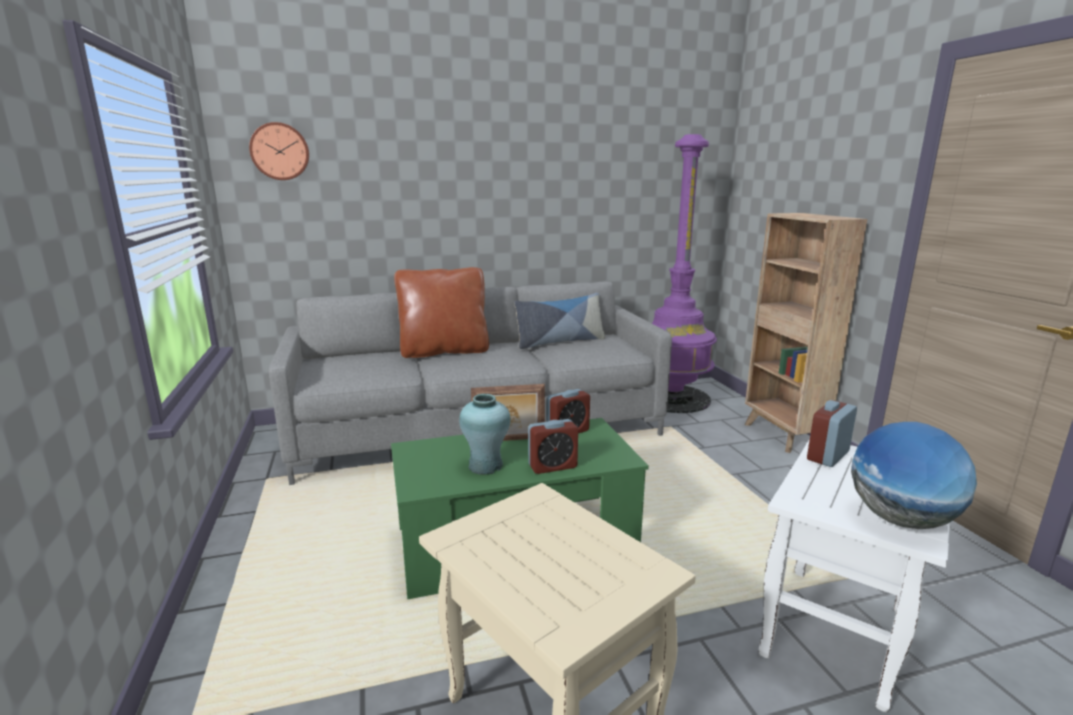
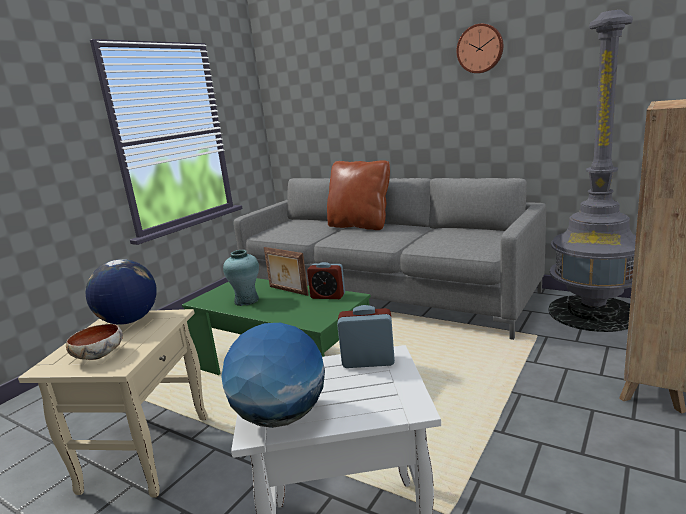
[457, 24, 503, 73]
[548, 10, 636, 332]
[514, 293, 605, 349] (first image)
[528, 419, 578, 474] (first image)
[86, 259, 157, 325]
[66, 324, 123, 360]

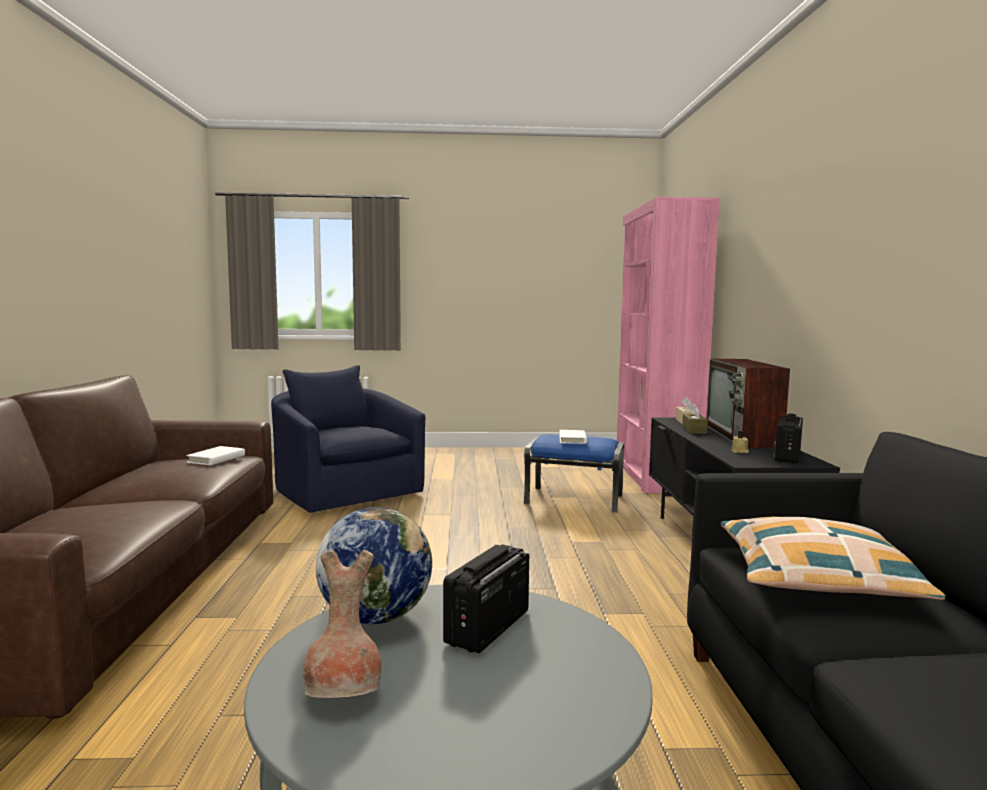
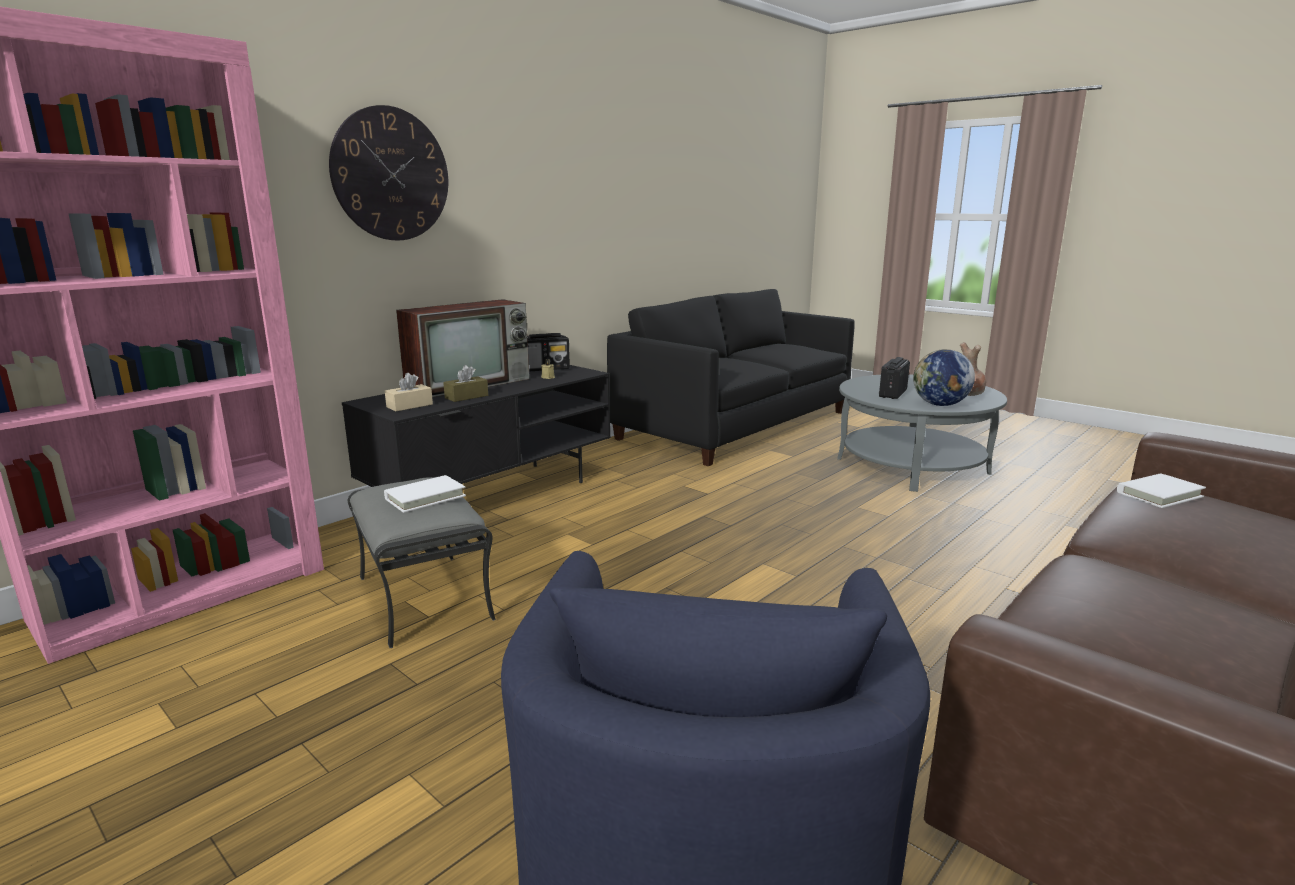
[348, 477, 496, 648]
[1117, 474, 1206, 508]
[720, 517, 946, 600] (first image)
[879, 357, 910, 399]
[329, 105, 448, 240]

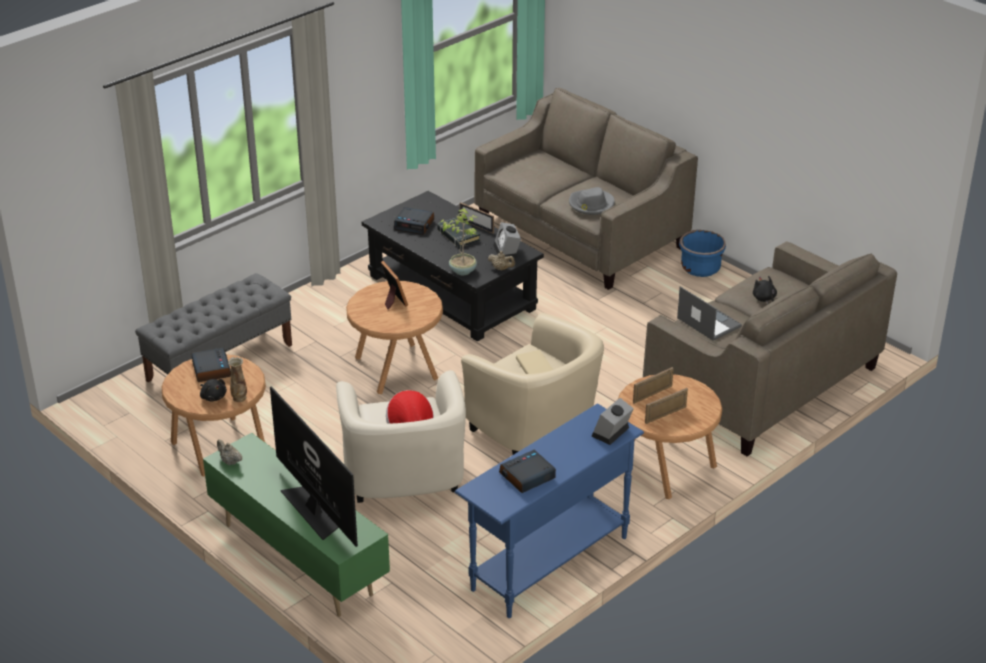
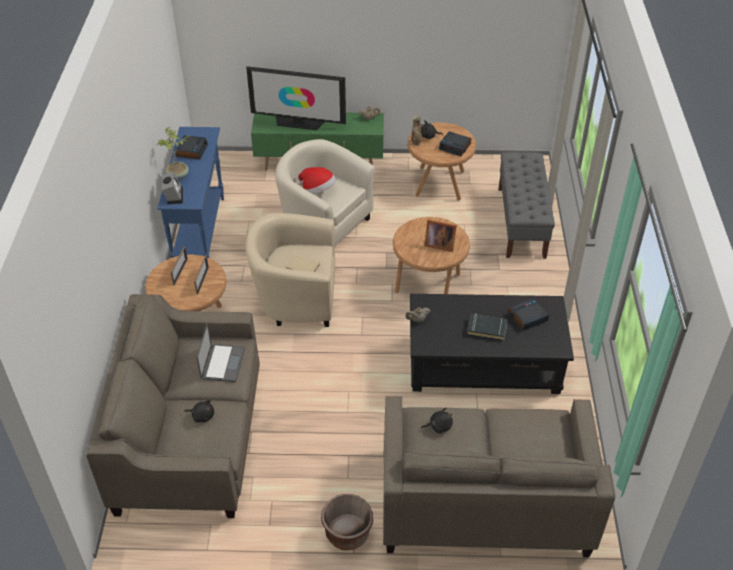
[421, 408, 453, 434]
[460, 202, 494, 233] (first image)
[157, 127, 191, 180]
[493, 222, 521, 258] (first image)
[321, 494, 373, 551]
[196, 323, 245, 383]

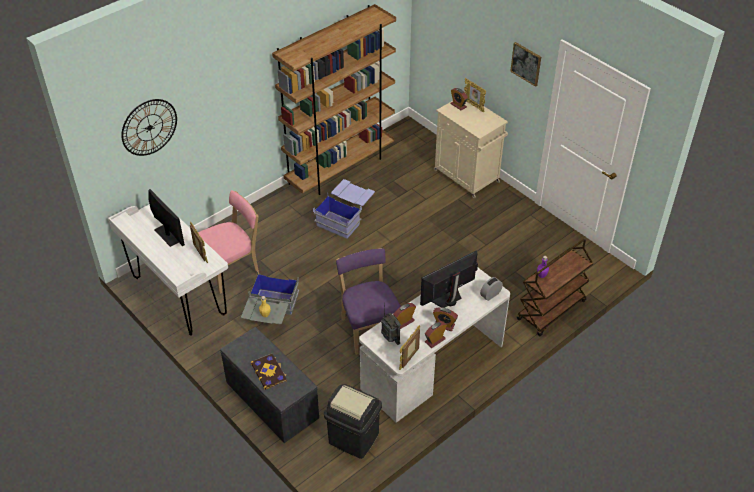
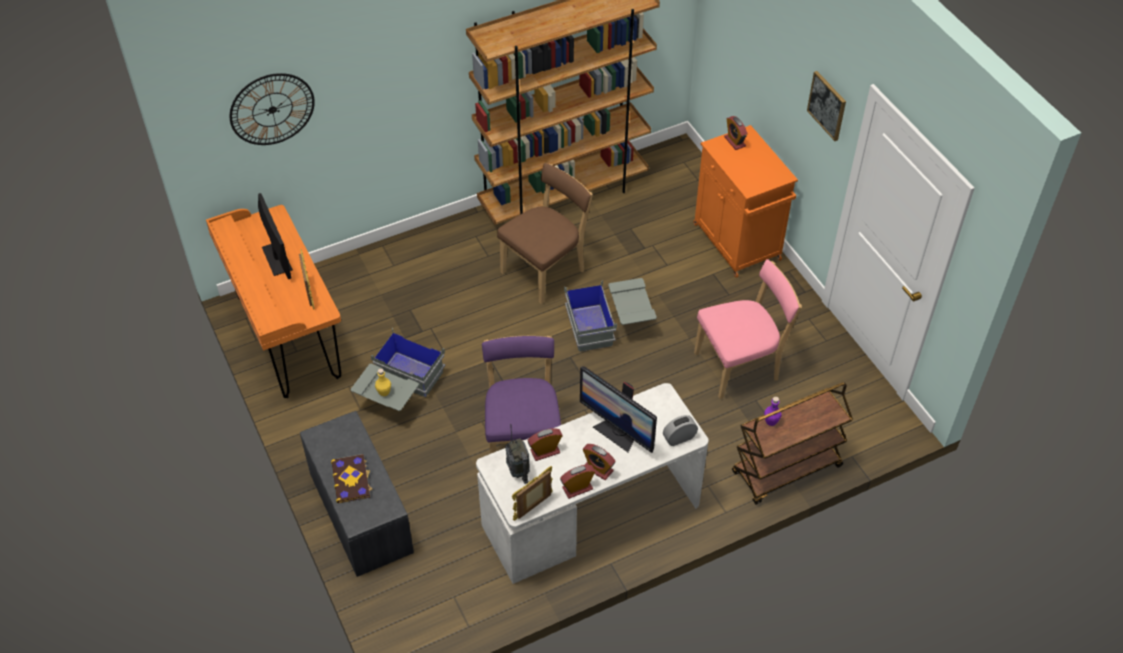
[464, 78, 486, 112] (first image)
[693, 125, 798, 278]
[497, 163, 593, 304]
[694, 259, 802, 399]
[206, 205, 341, 398]
[580, 366, 657, 453]
[324, 384, 382, 459] (first image)
[564, 278, 657, 352]

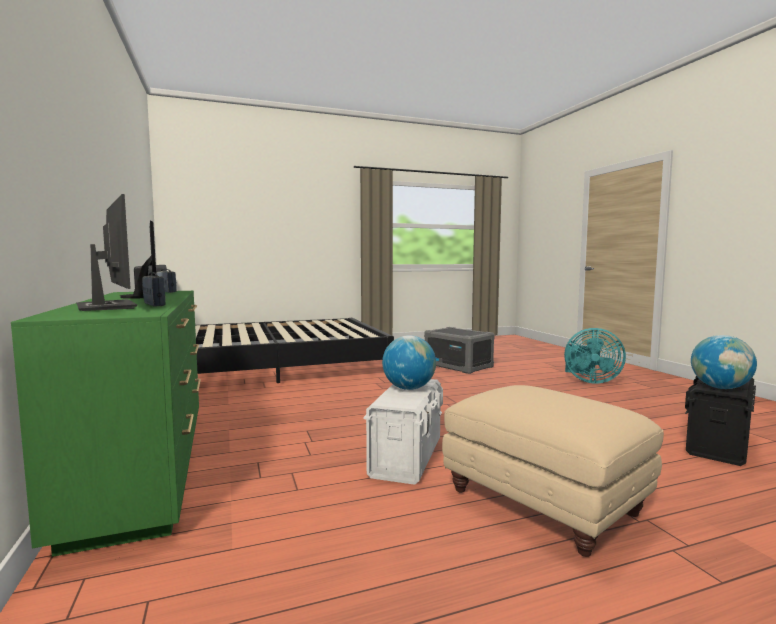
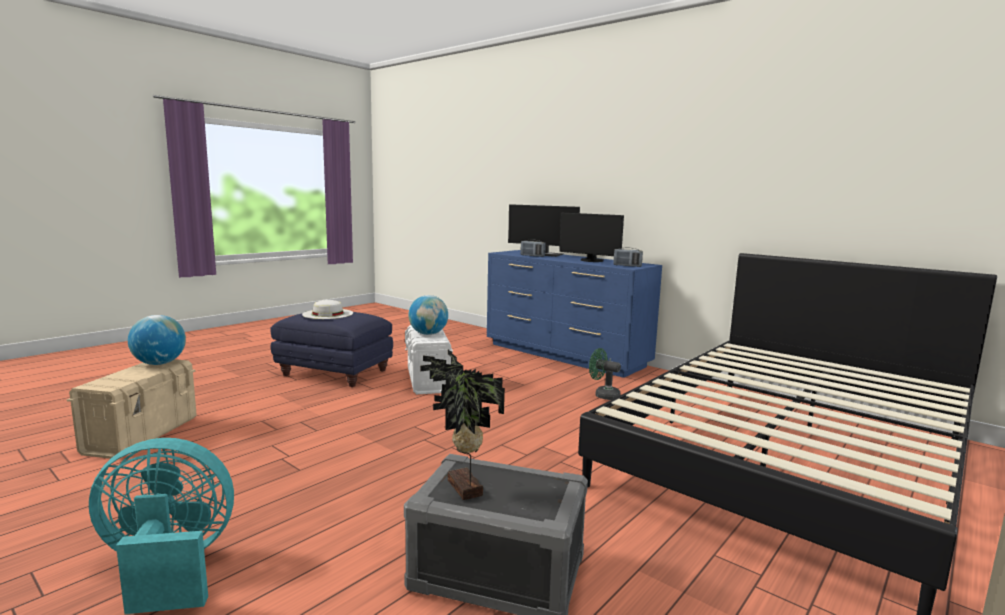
[487, 250, 662, 378]
[67, 359, 196, 459]
[270, 312, 393, 387]
[302, 300, 353, 319]
[589, 348, 621, 400]
[420, 350, 505, 500]

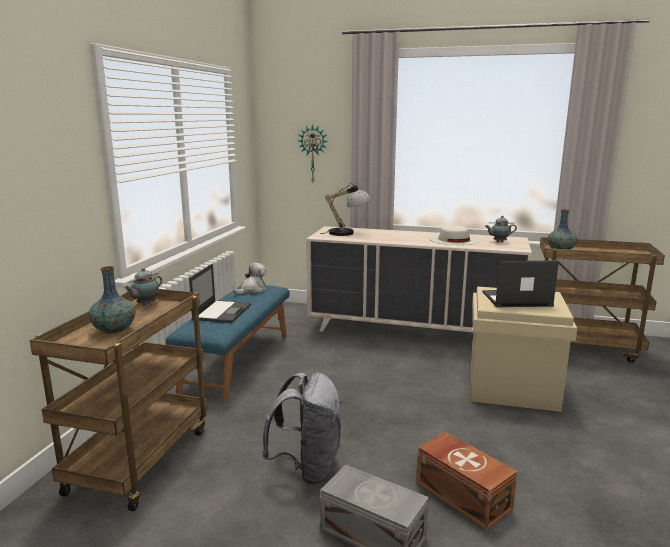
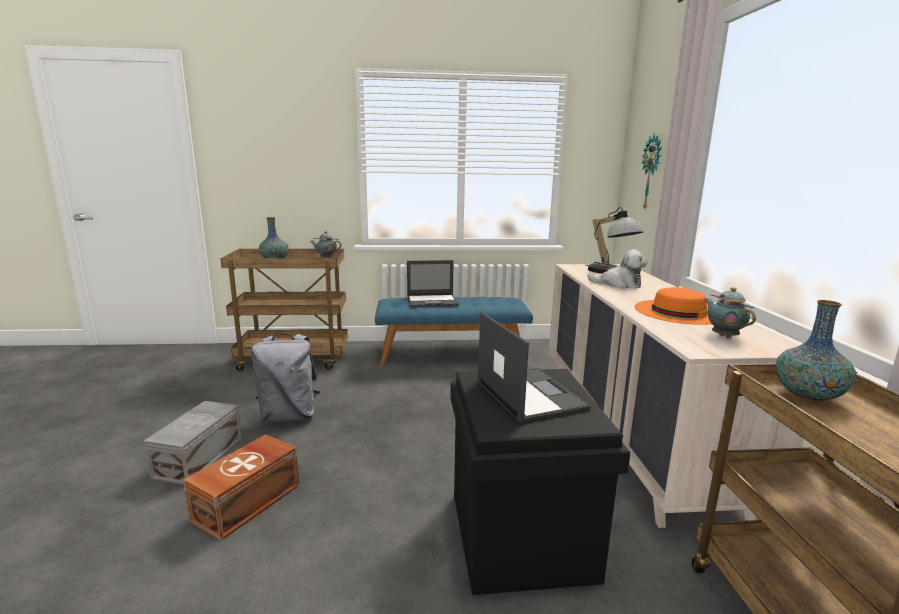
[635, 287, 712, 325]
[588, 249, 648, 289]
[450, 369, 631, 595]

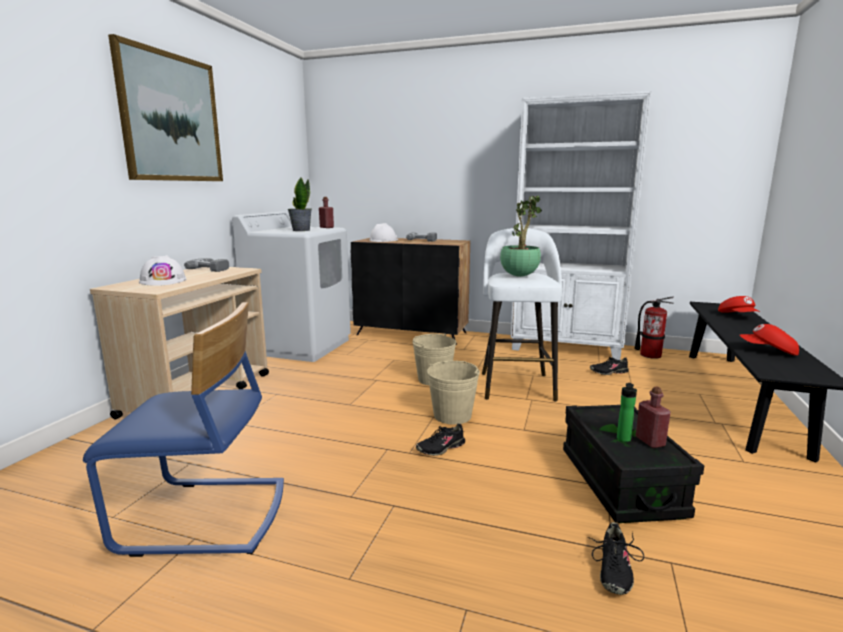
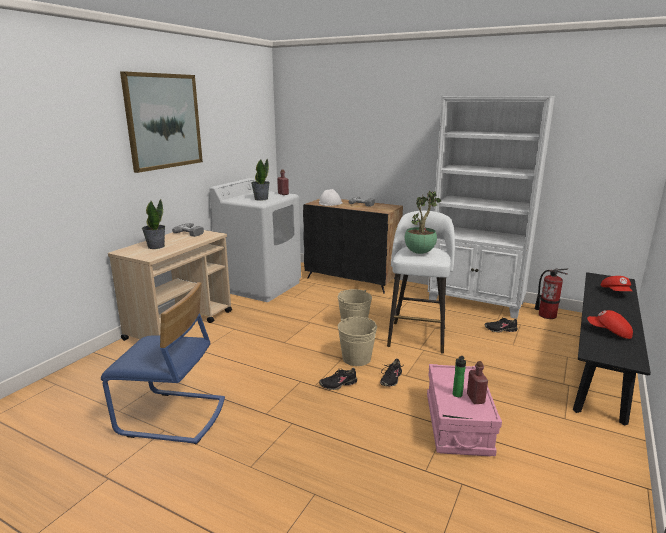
[142, 199, 165, 249]
[427, 364, 502, 456]
[380, 358, 402, 387]

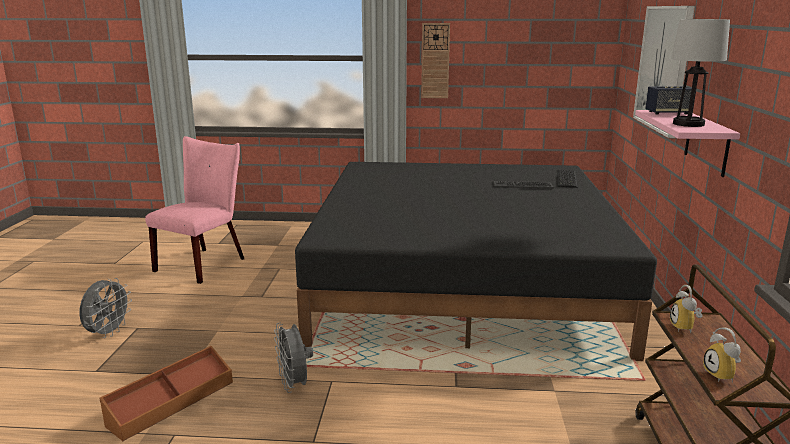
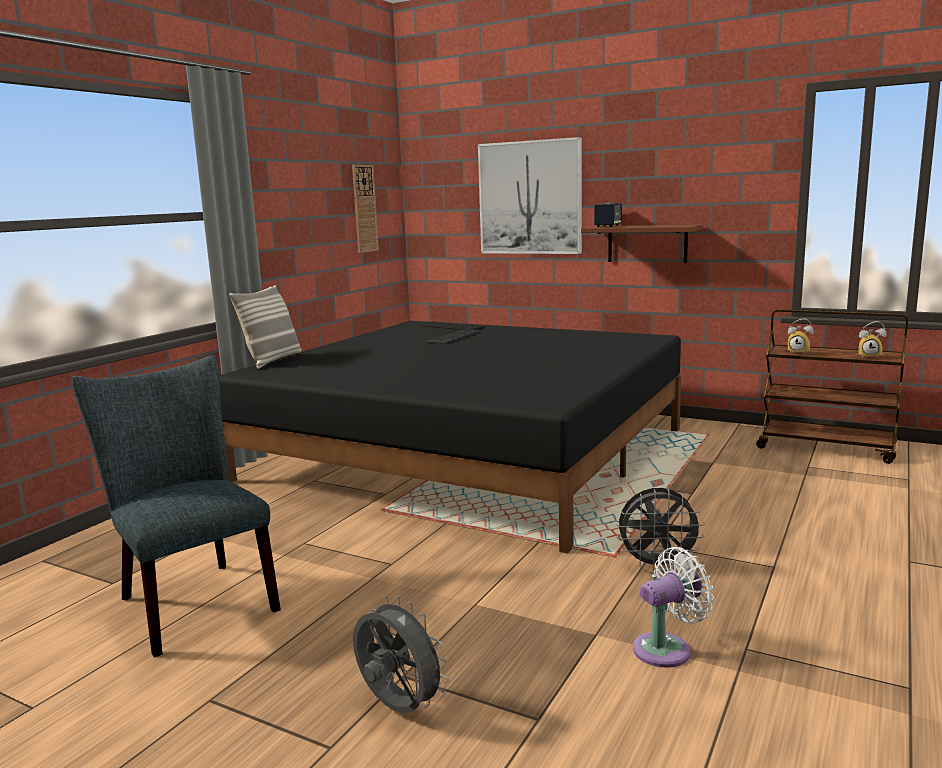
[671, 19, 730, 127] (first image)
[352, 165, 379, 253]
[581, 225, 703, 263]
[71, 355, 281, 658]
[633, 547, 714, 668]
[229, 285, 302, 369]

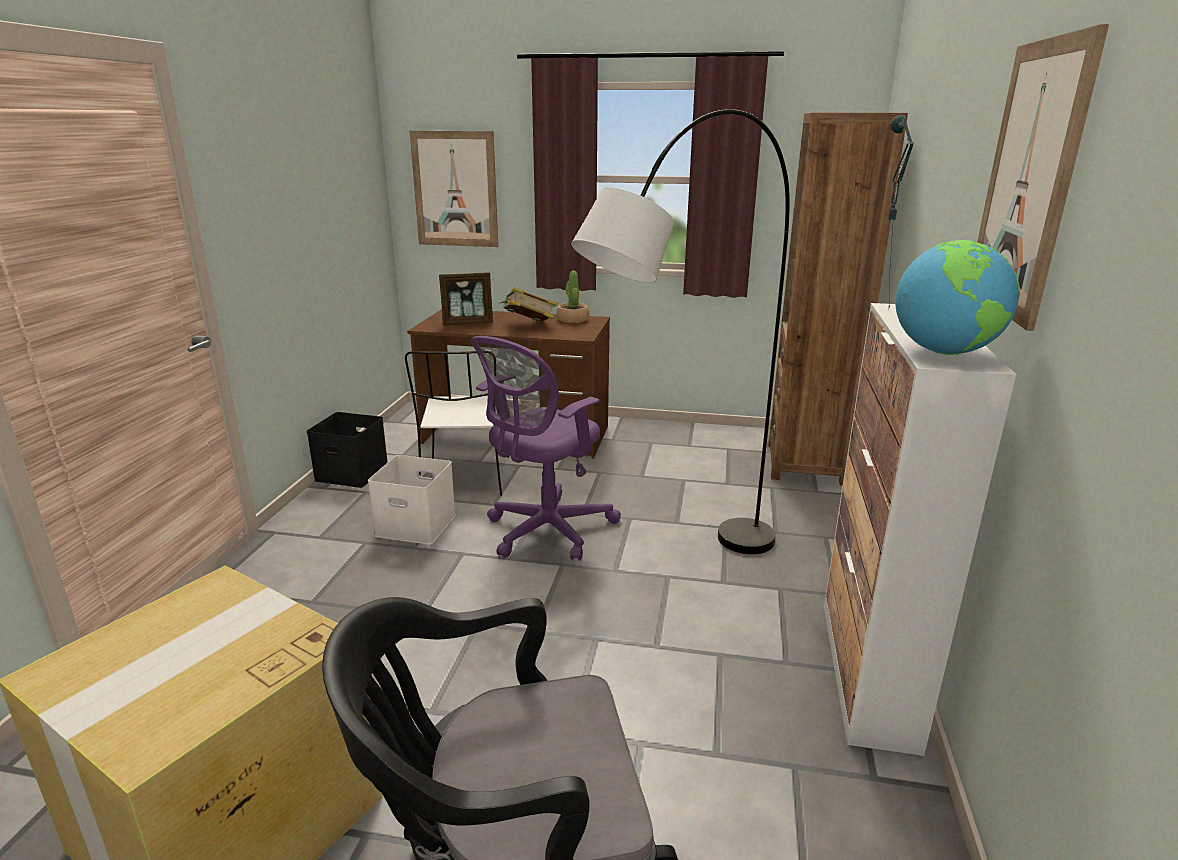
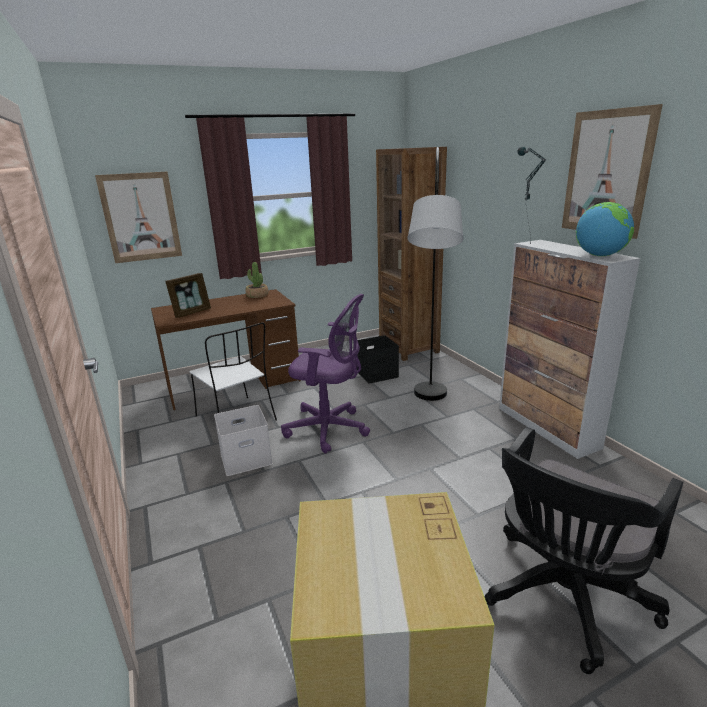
[500, 287, 558, 322] (first image)
[281, 294, 370, 454]
[357, 335, 399, 384]

